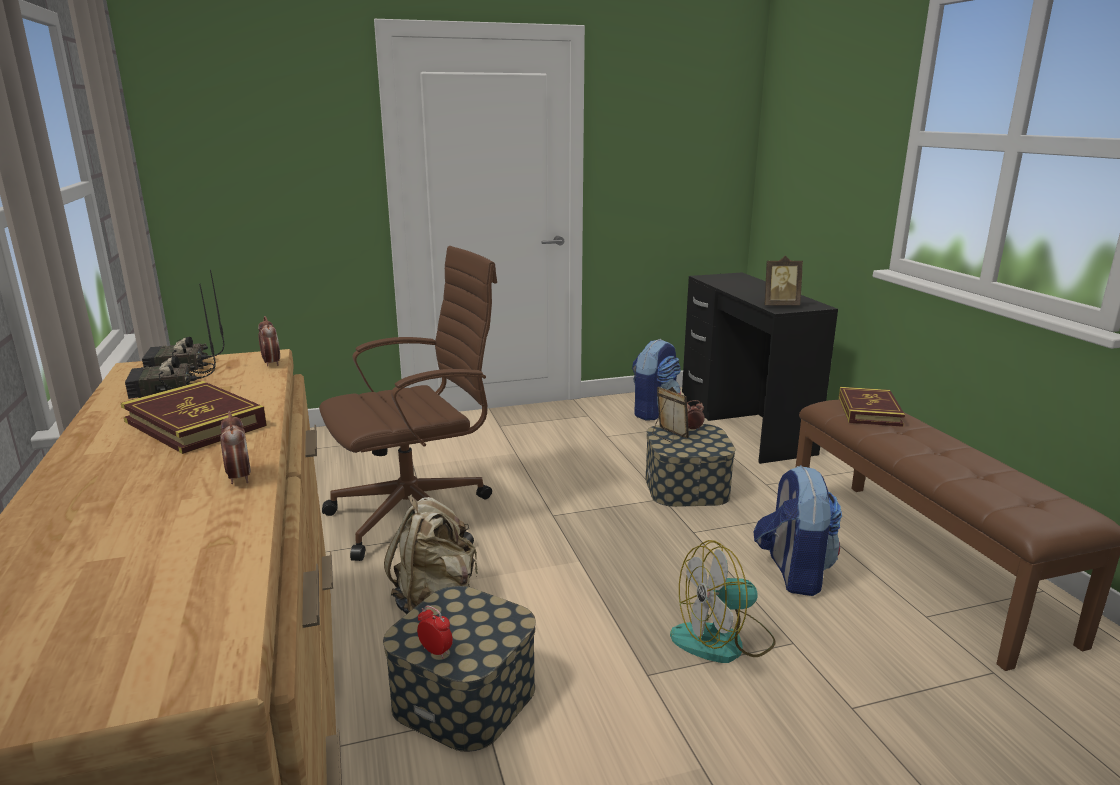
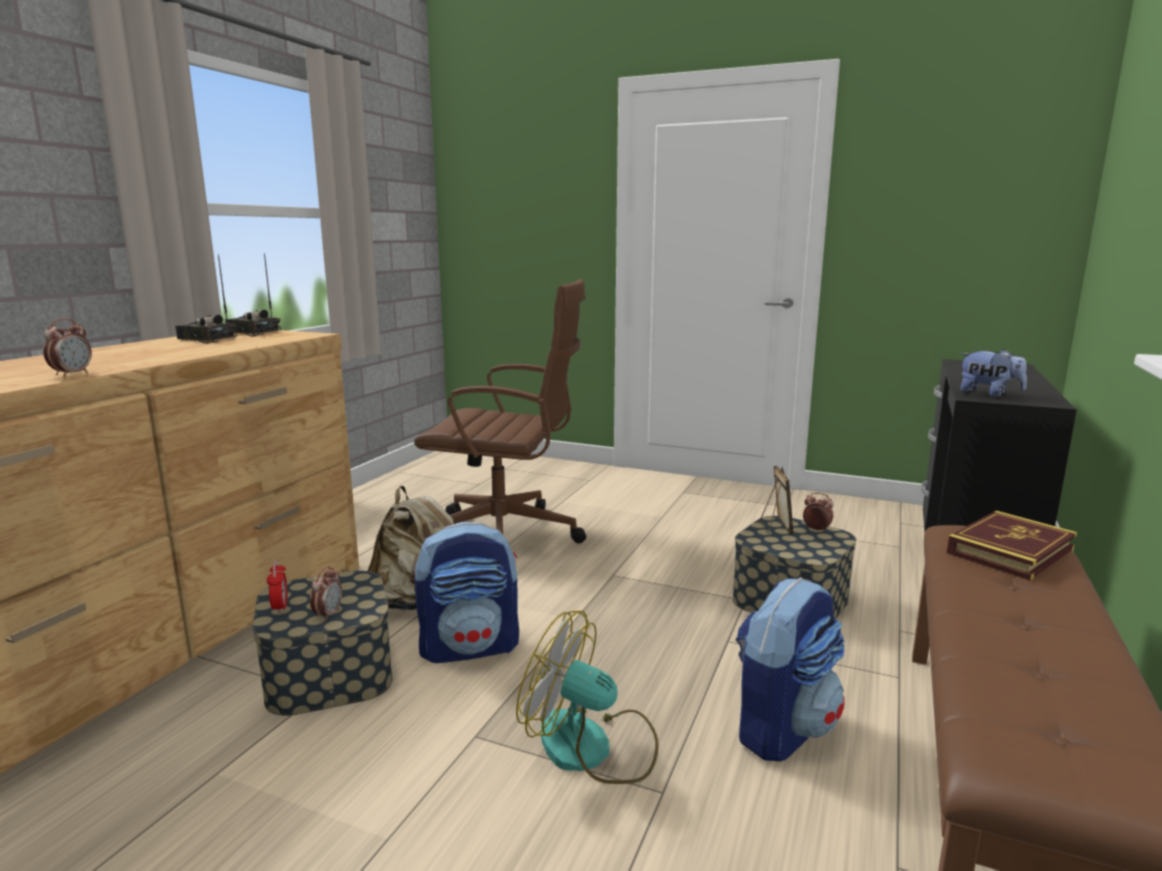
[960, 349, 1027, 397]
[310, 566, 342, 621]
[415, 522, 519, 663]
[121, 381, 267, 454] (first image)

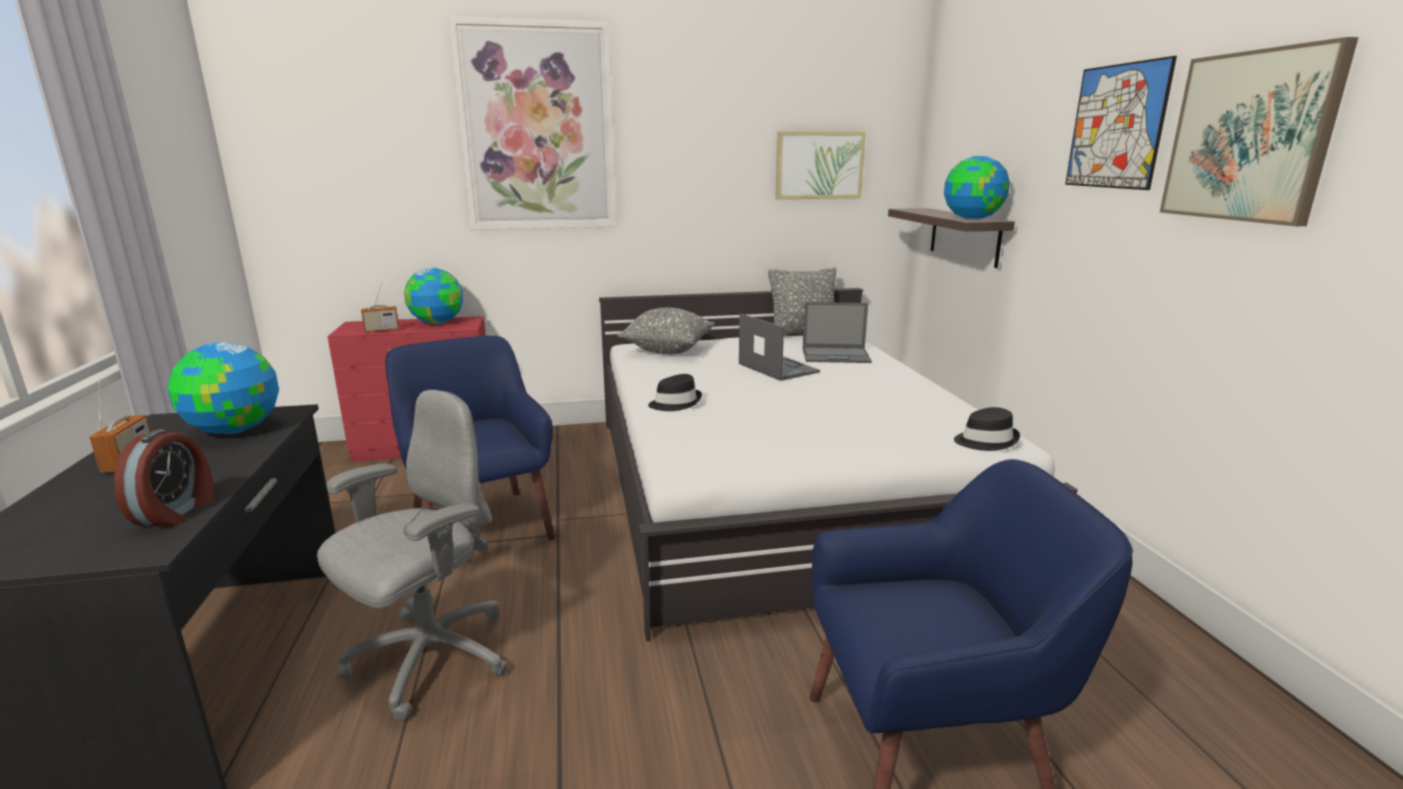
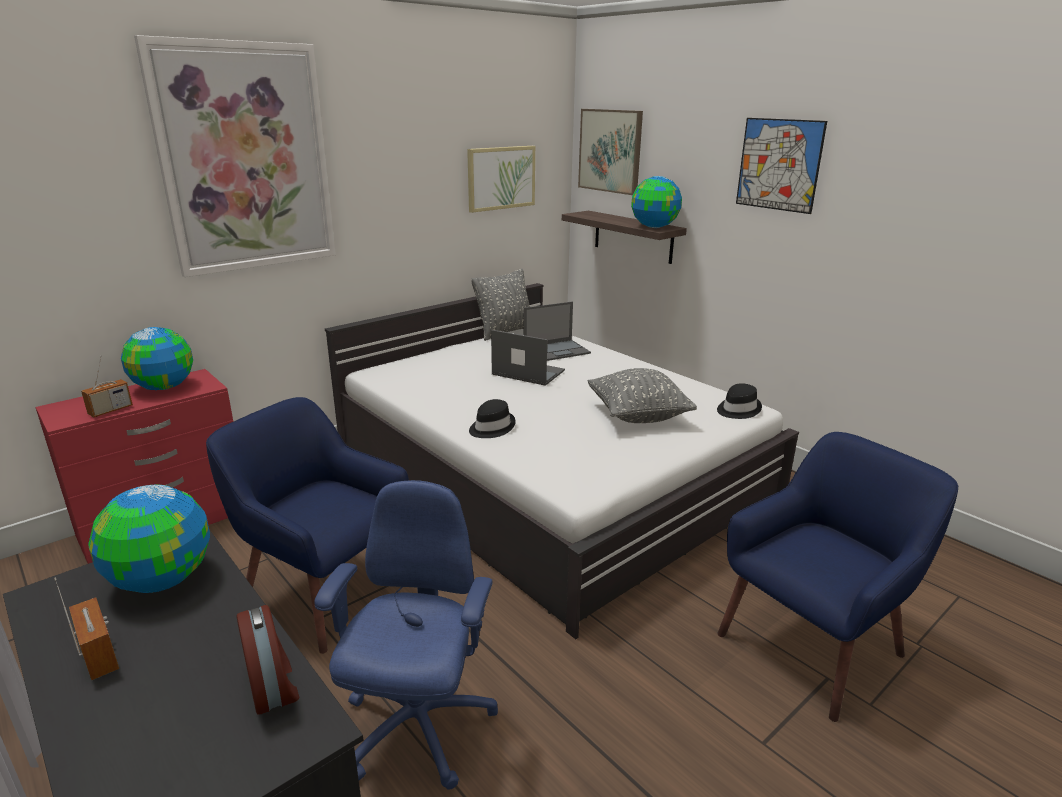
[578, 109, 643, 195]
[588, 368, 697, 423]
[314, 480, 498, 790]

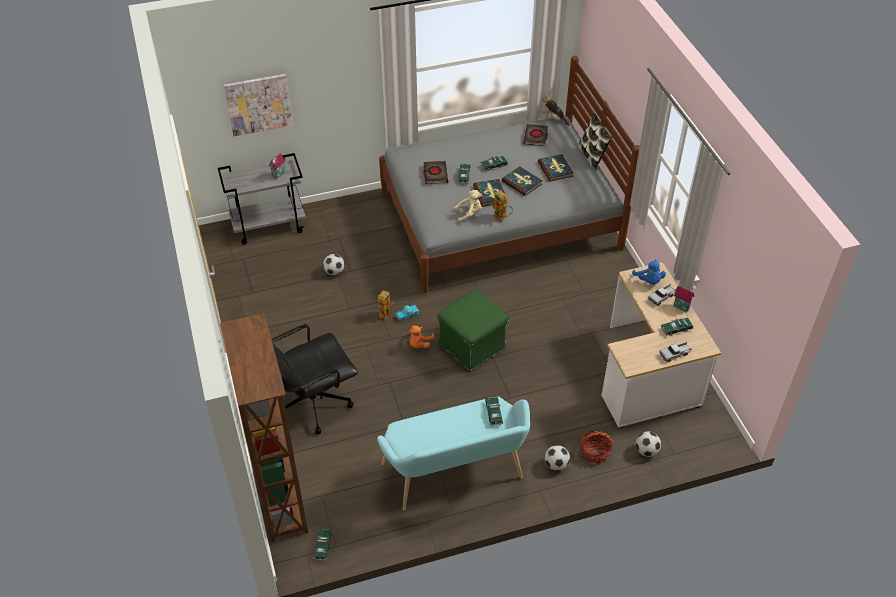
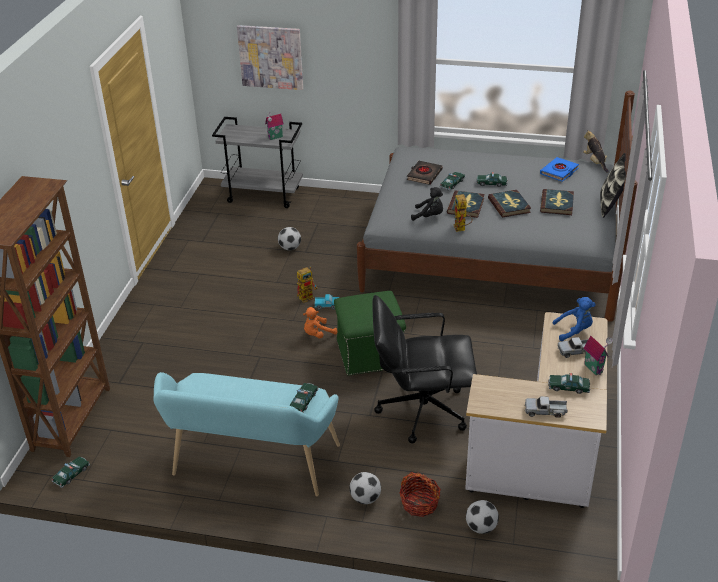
[540, 157, 579, 182]
[411, 187, 443, 221]
[552, 297, 595, 341]
[372, 295, 477, 444]

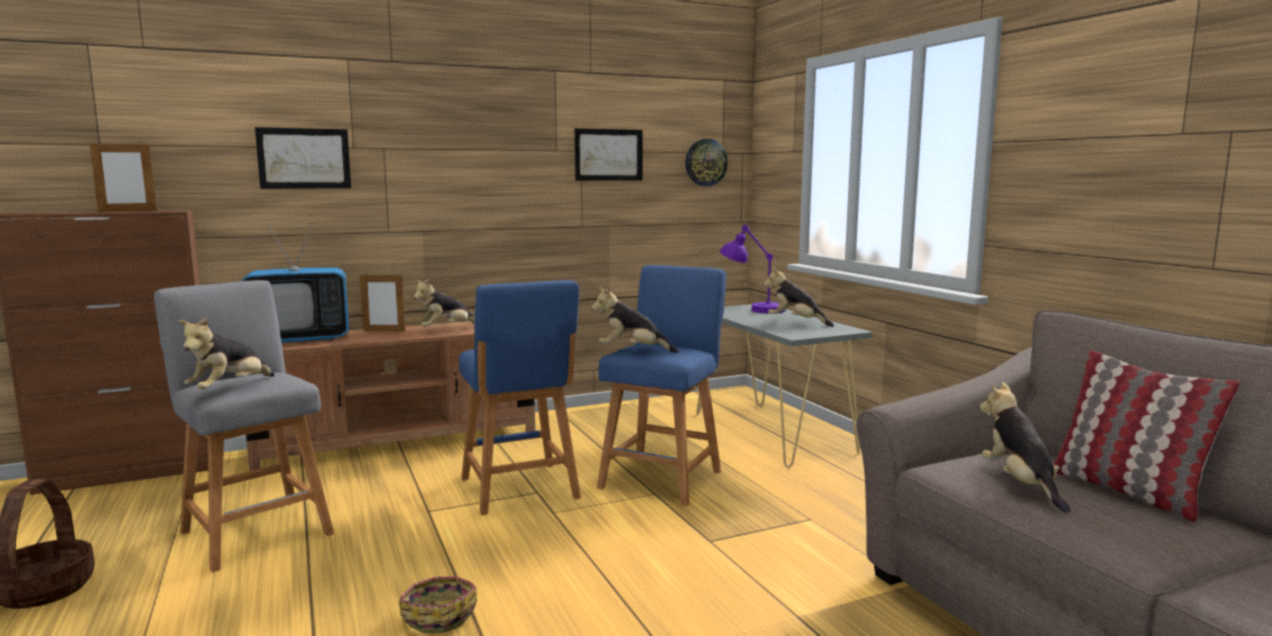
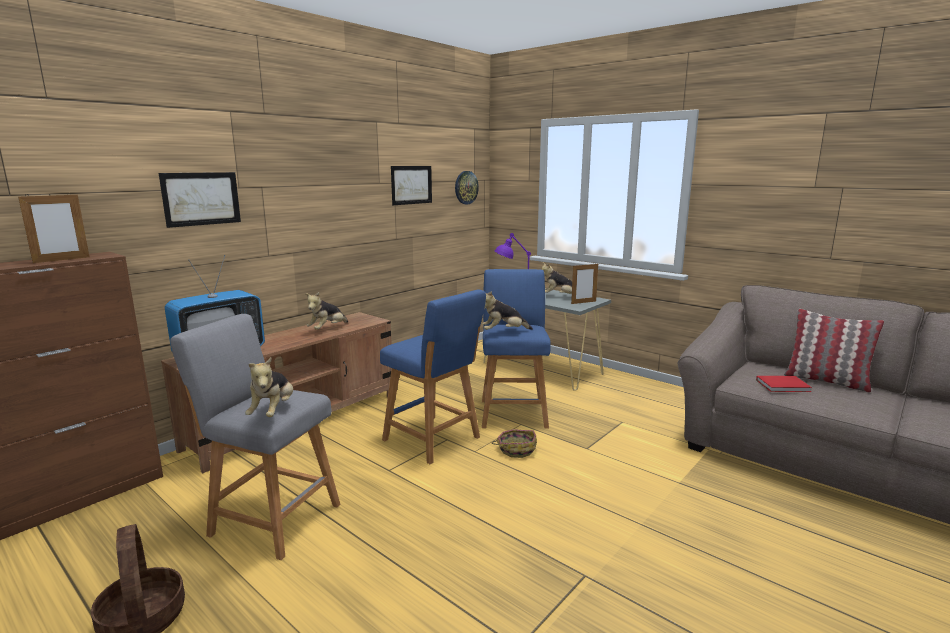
[571, 264, 598, 304]
[756, 376, 812, 392]
[492, 429, 537, 458]

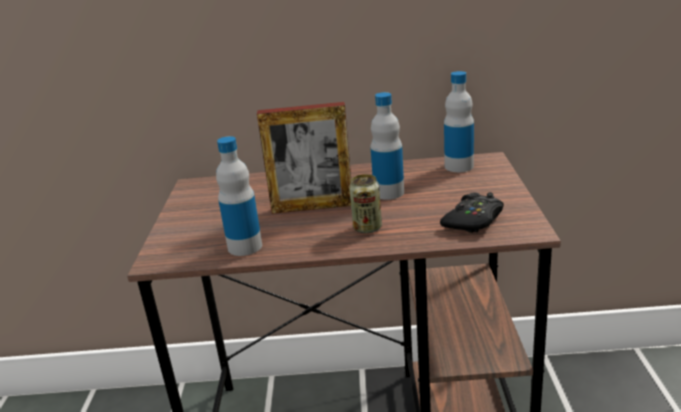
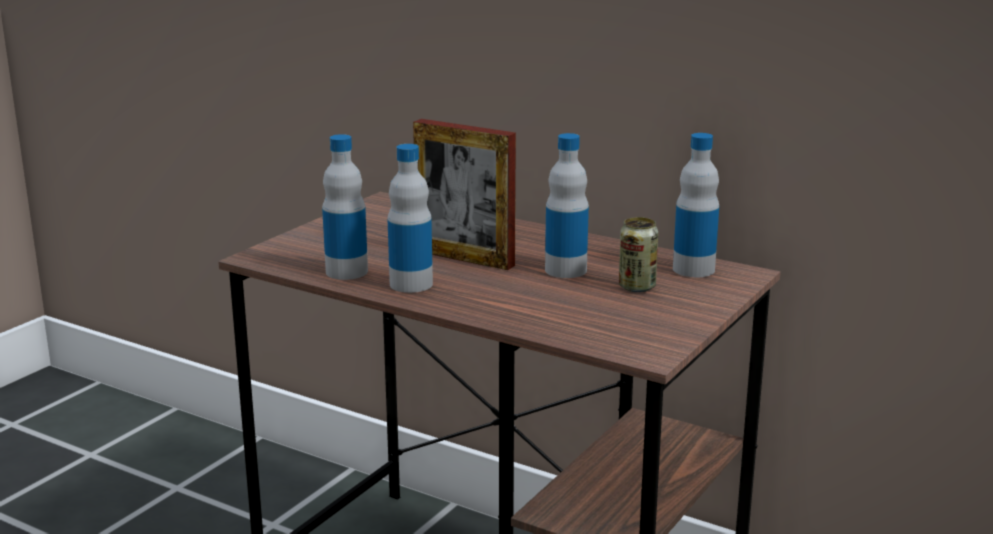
[619, 217, 658, 292]
[440, 192, 504, 233] (first image)
[387, 144, 433, 293]

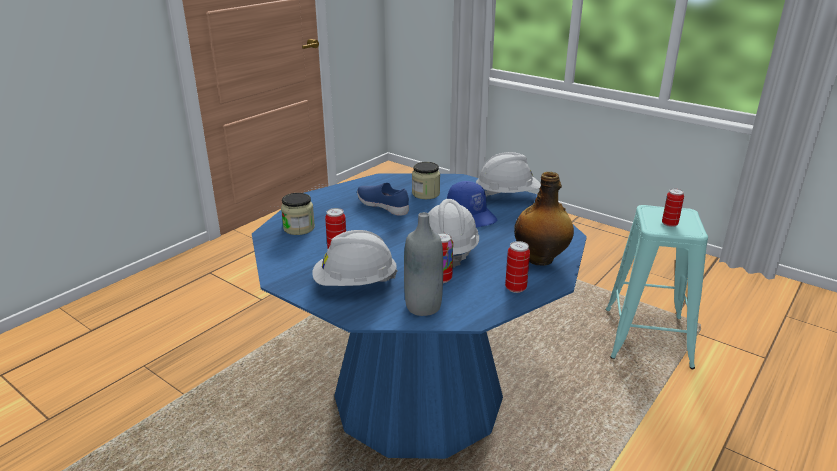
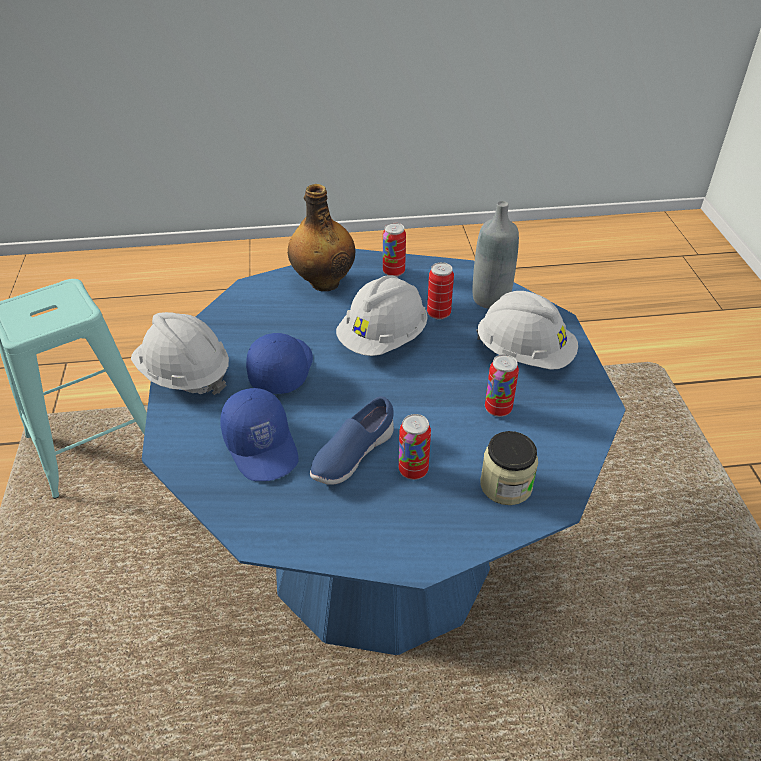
[220, 388, 298, 481]
[310, 396, 394, 485]
[399, 414, 431, 480]

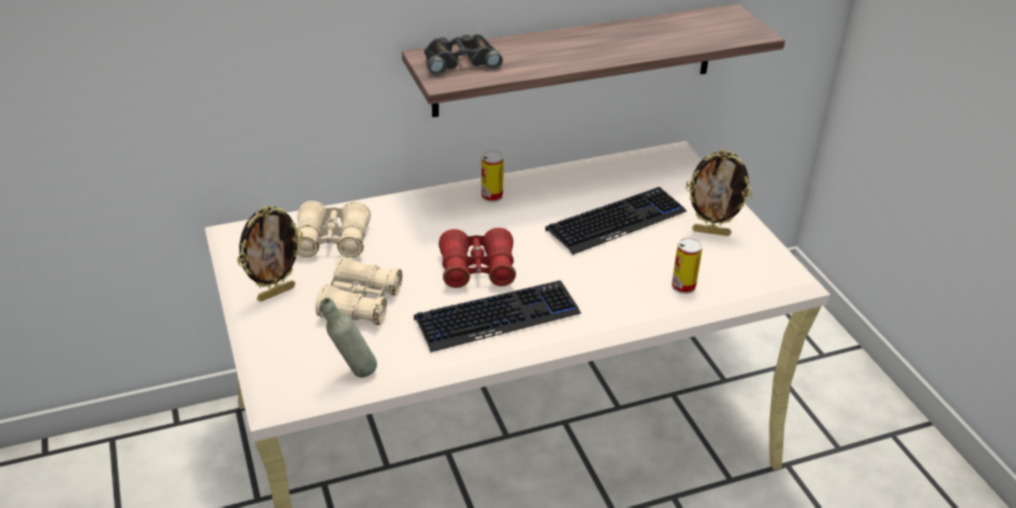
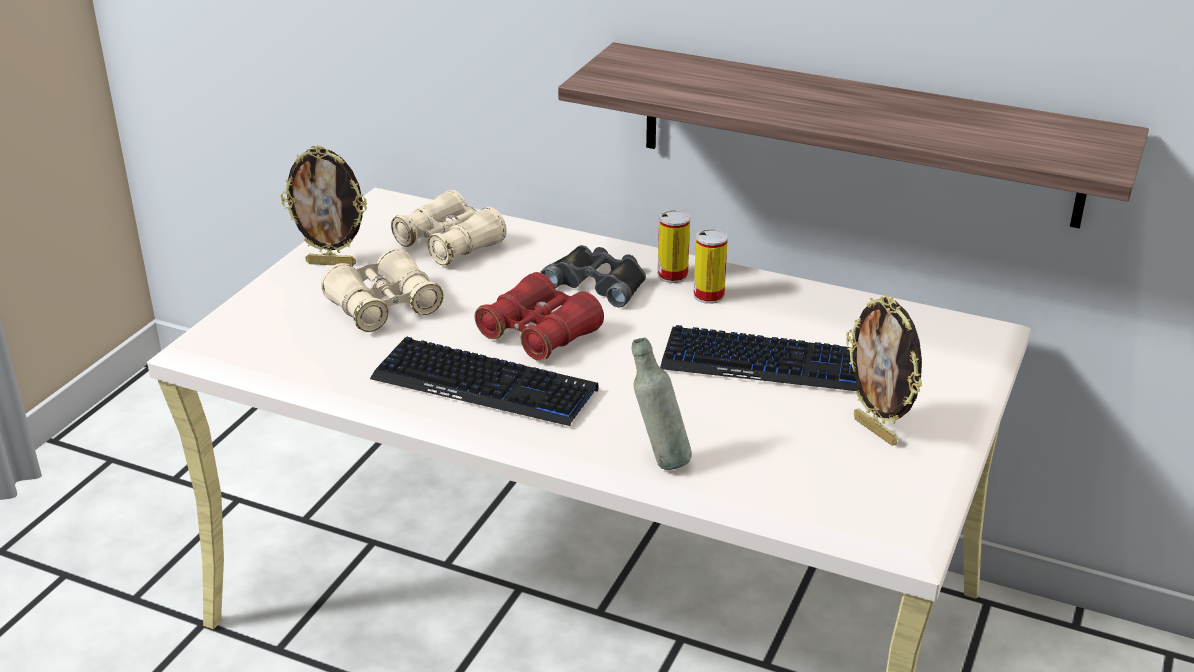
[540, 245, 646, 308]
[694, 229, 728, 304]
[632, 338, 692, 470]

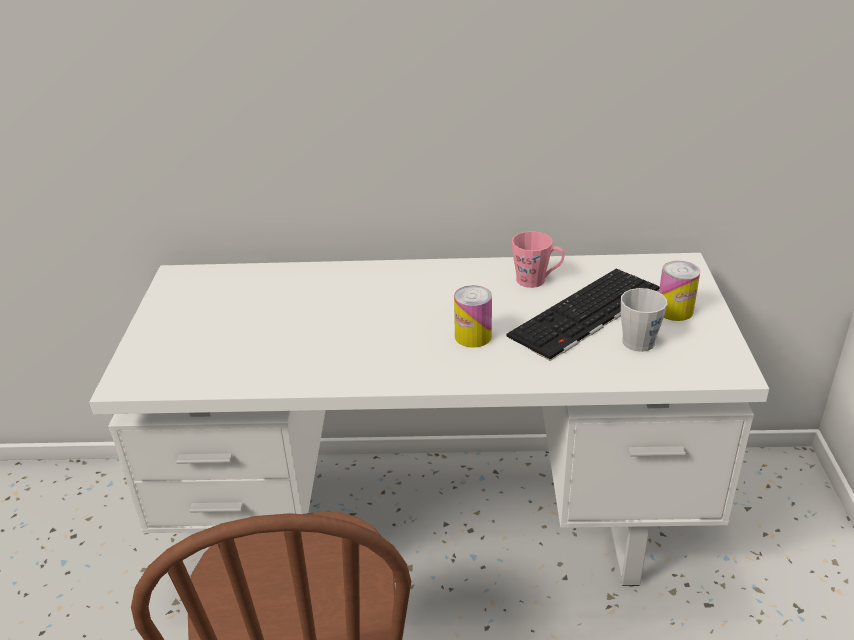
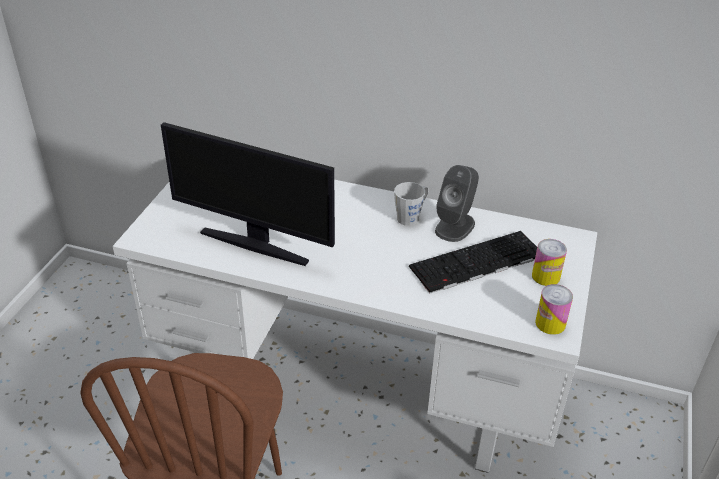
[435, 165, 479, 242]
[535, 284, 573, 335]
[394, 182, 428, 226]
[161, 122, 335, 266]

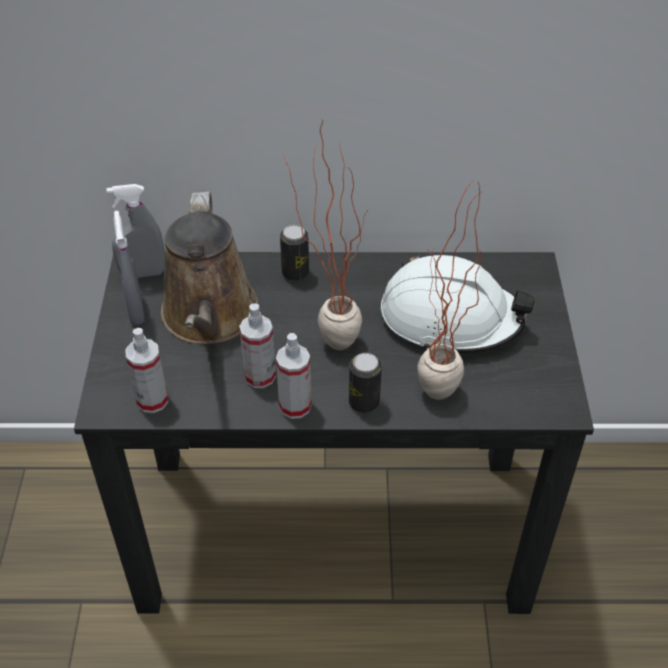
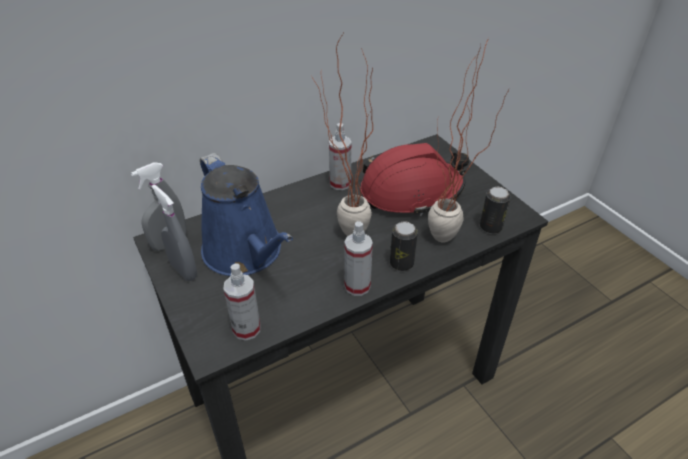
[200, 153, 293, 276]
[480, 187, 511, 234]
[360, 143, 469, 216]
[329, 123, 351, 190]

